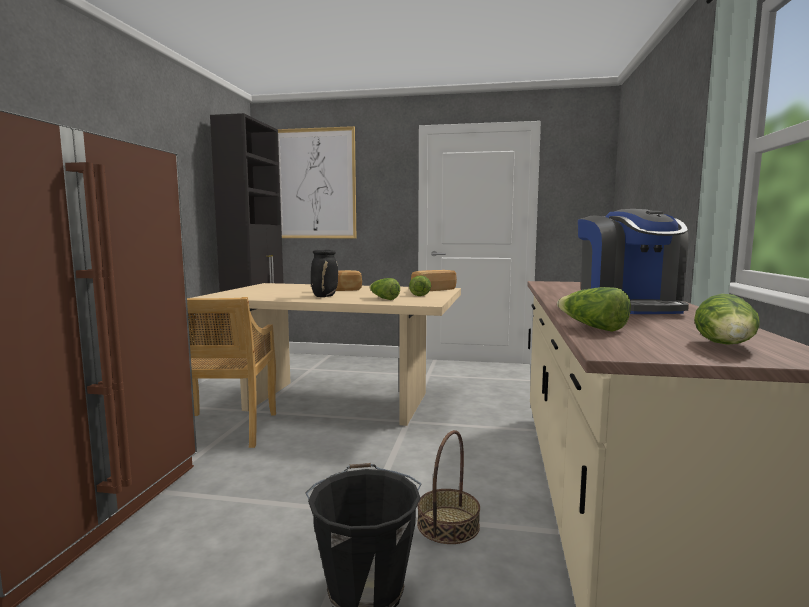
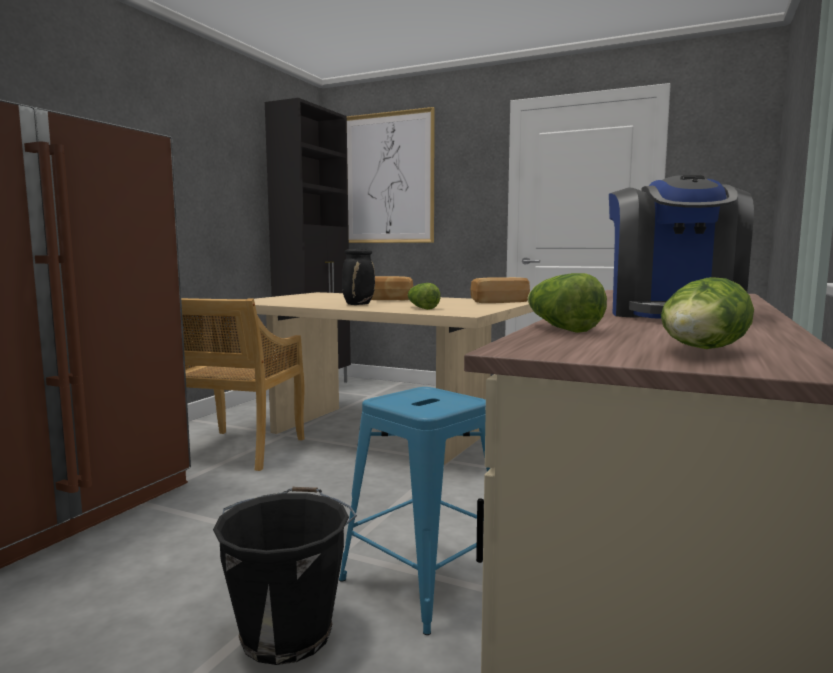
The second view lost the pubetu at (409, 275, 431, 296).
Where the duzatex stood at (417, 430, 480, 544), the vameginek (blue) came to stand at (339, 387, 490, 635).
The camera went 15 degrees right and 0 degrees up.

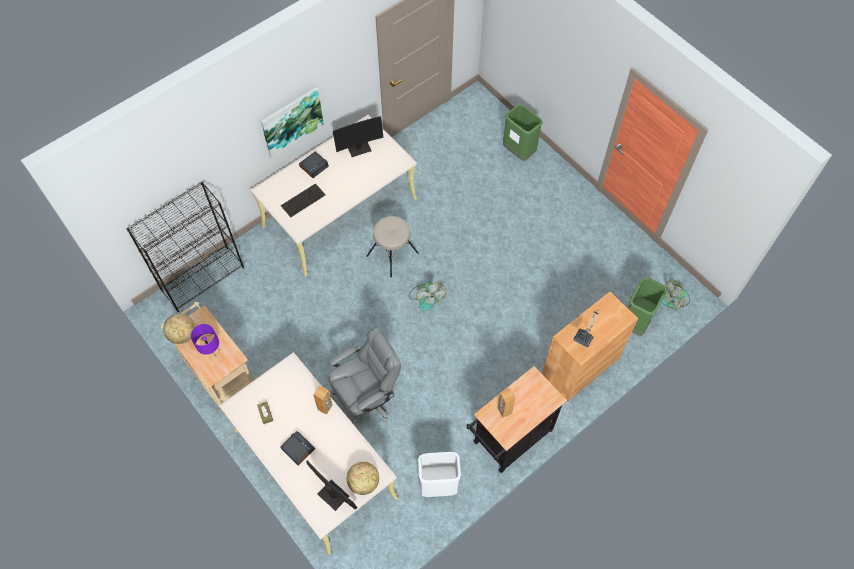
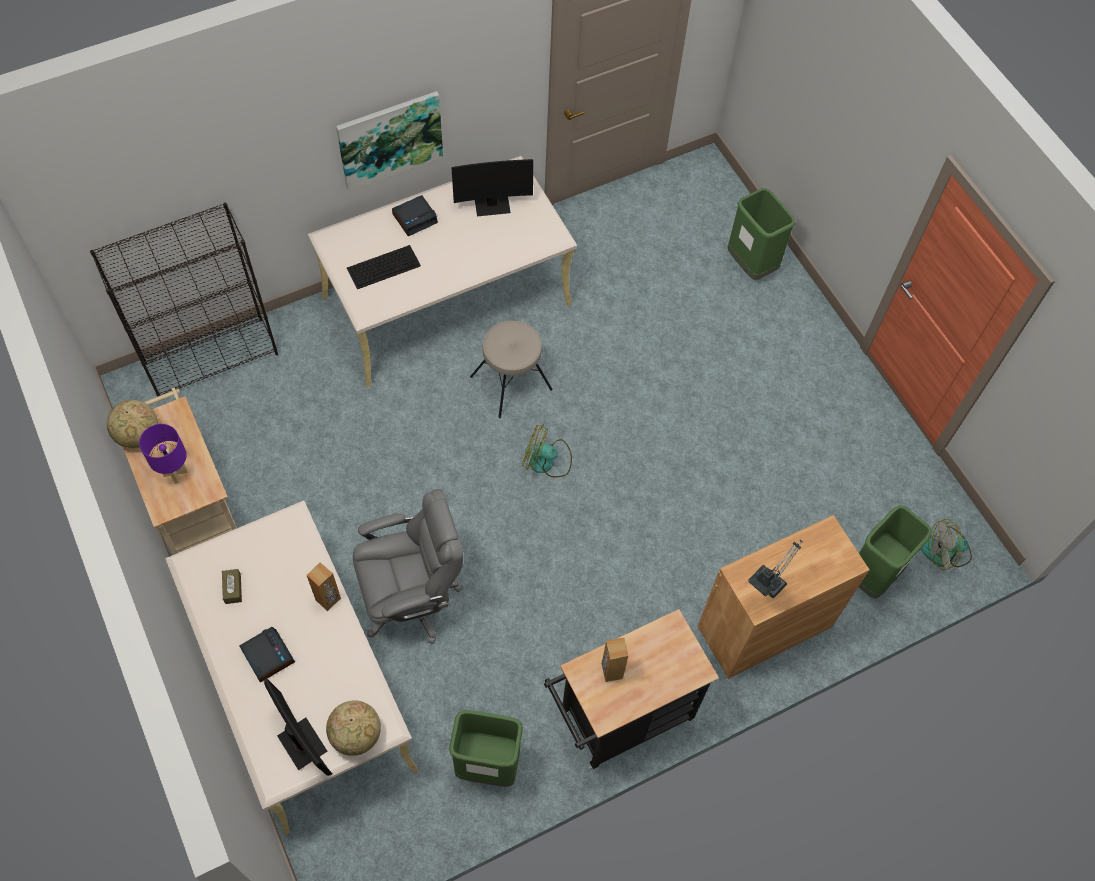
The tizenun at (409, 281, 446, 311) ended up facing another way, 105 degrees clockwise from before.
What was the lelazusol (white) at (418, 452, 461, 497) turned into the lelazusol (green) at (449, 710, 523, 787).
The camera went 10 degrees right and 0 degrees up.

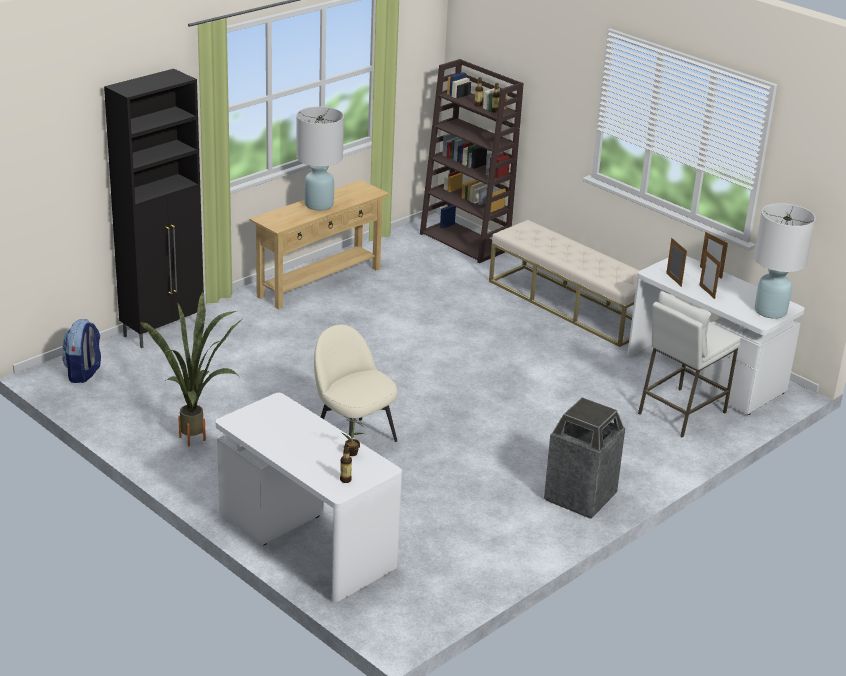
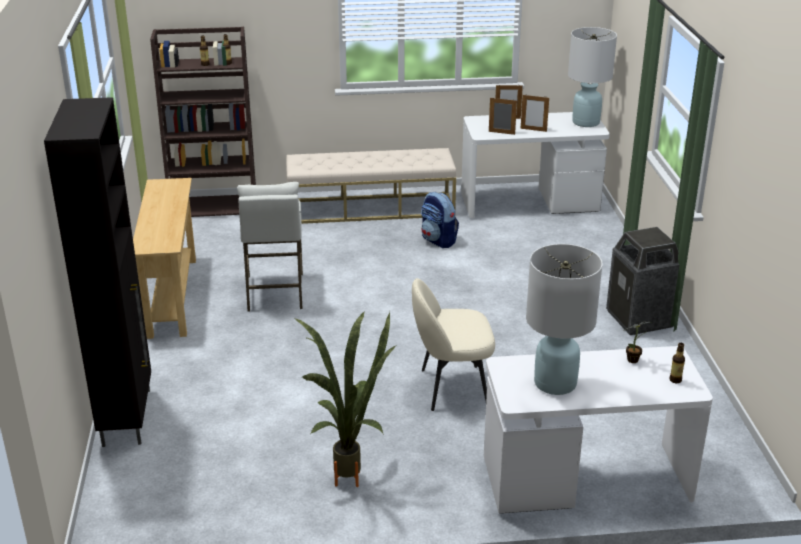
The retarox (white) ended up elsewhere, having gone from (296, 106, 344, 210) to (526, 244, 603, 395).
The vameginek (white) ended up elsewhere, having gone from (638, 291, 741, 437) to (237, 182, 303, 312).
The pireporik ended up elsewhere, having gone from (62, 319, 101, 383) to (421, 192, 459, 248).
The camera went 50 degrees left and 0 degrees up.

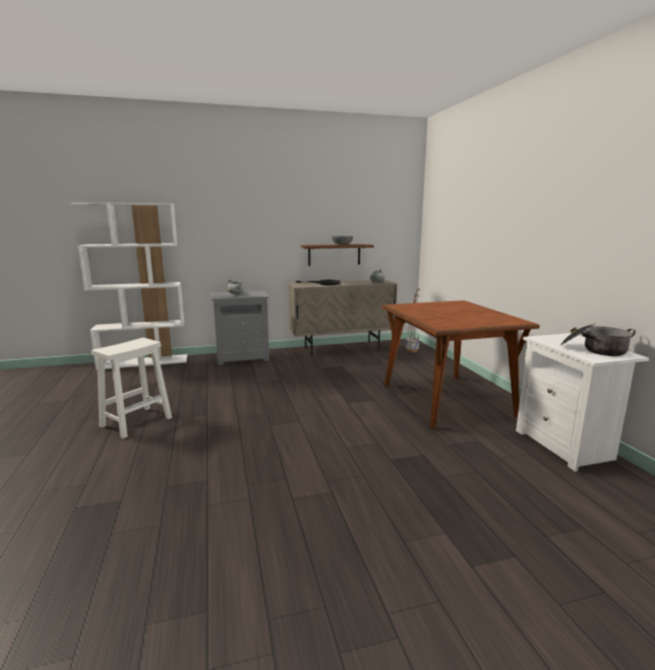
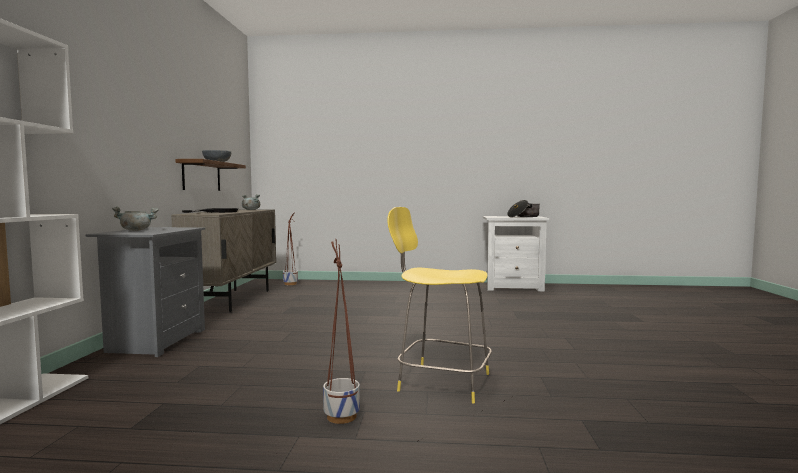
The second view lost the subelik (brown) at (382, 300, 540, 429).
Where the vameginek (white) stood at (91, 338, 172, 439), the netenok came to stand at (323, 239, 360, 424).
The second view gained the vameginek (yellow) at (387, 207, 492, 403).
The camera went 70 degrees left and 10 degrees down.

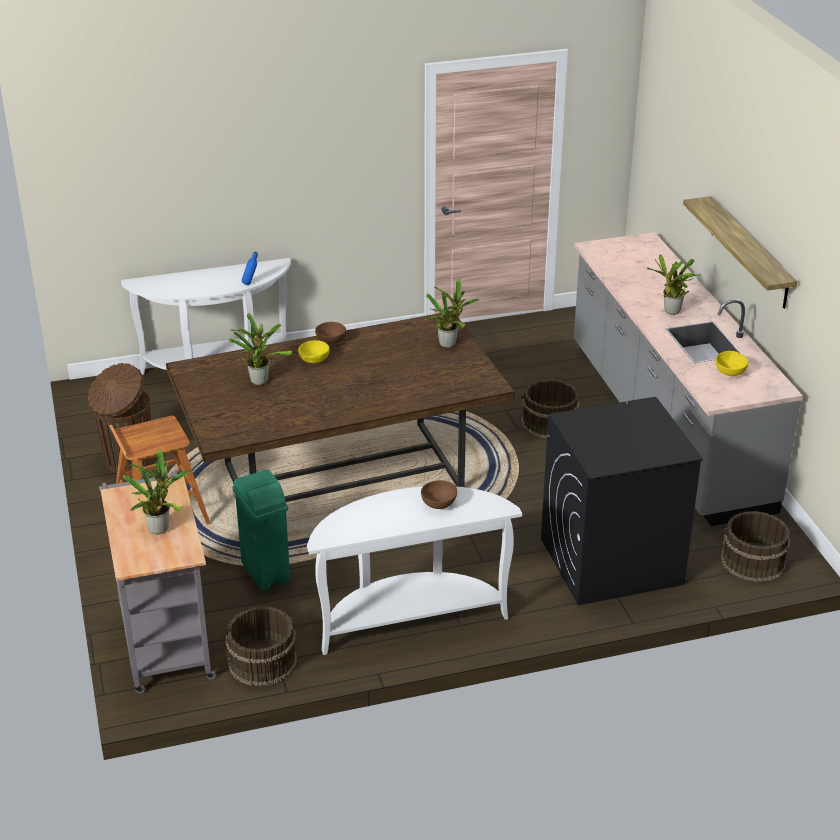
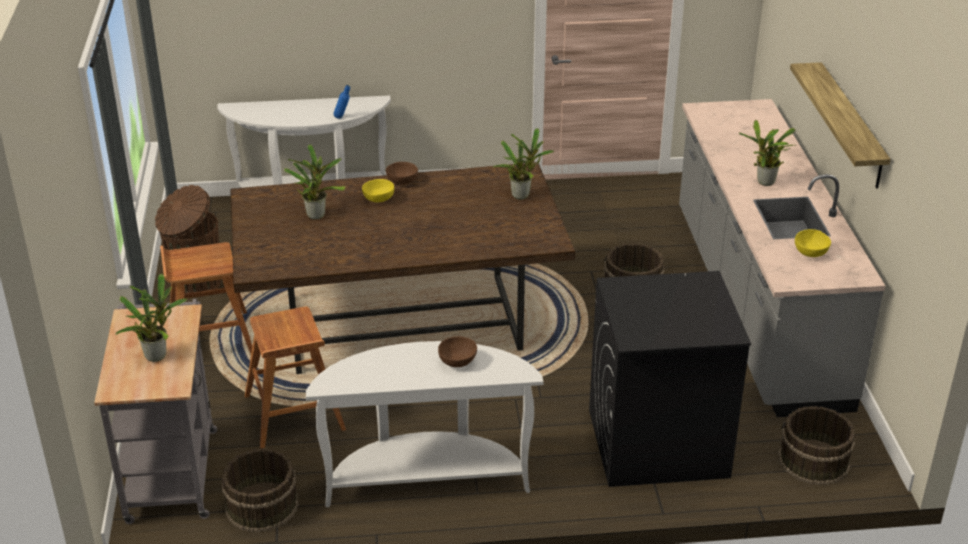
Where the lelazusol (green) stood at (232, 470, 290, 591), the vameginek (brown) came to stand at (245, 307, 346, 448).
The camera went 10 degrees right and 0 degrees up.

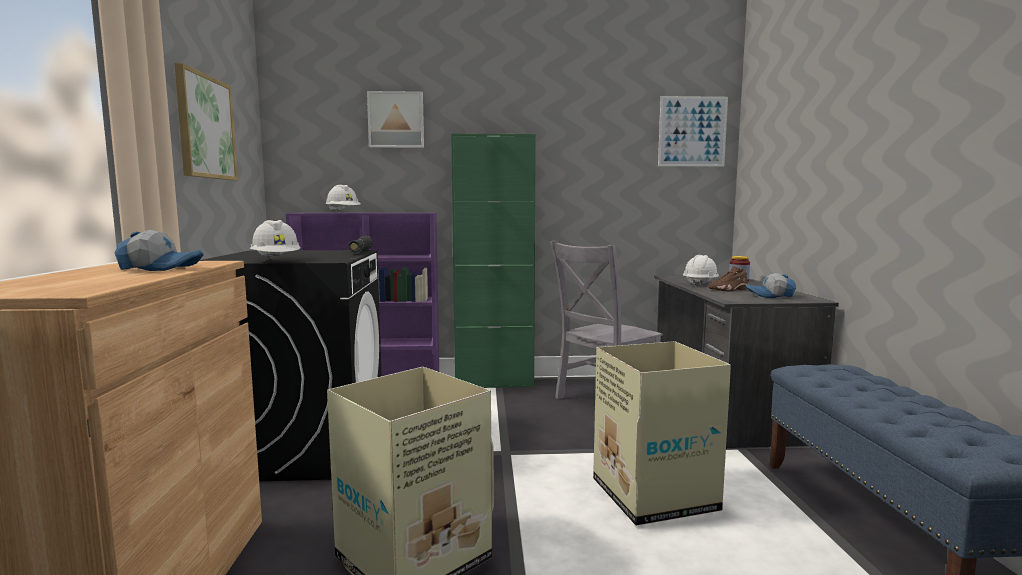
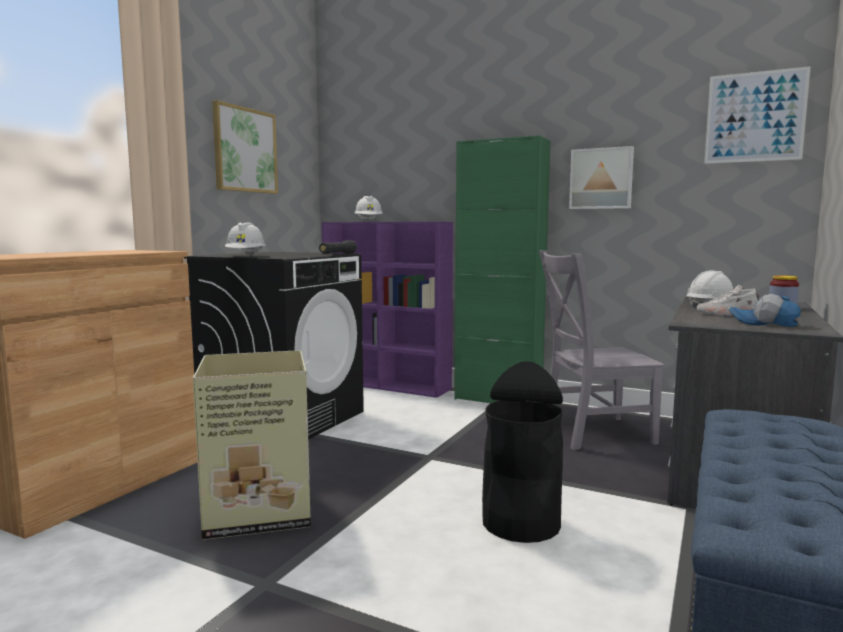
The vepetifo ended up elsewhere, having gone from (367, 91, 424, 148) to (569, 146, 634, 209).
The second view lost the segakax at (115, 230, 204, 271).
What was the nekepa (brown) at (708, 266, 748, 291) turned into the nekepa (white) at (697, 285, 759, 316).
Where the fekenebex stood at (593, 341, 731, 526), the lelazusol (black) came to stand at (482, 361, 563, 543).
The camera went 30 degrees right and 0 degrees up.

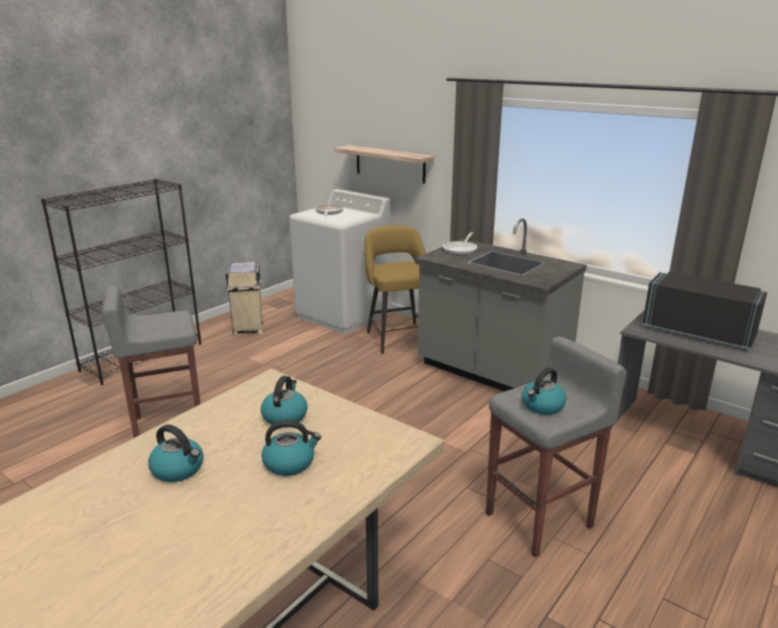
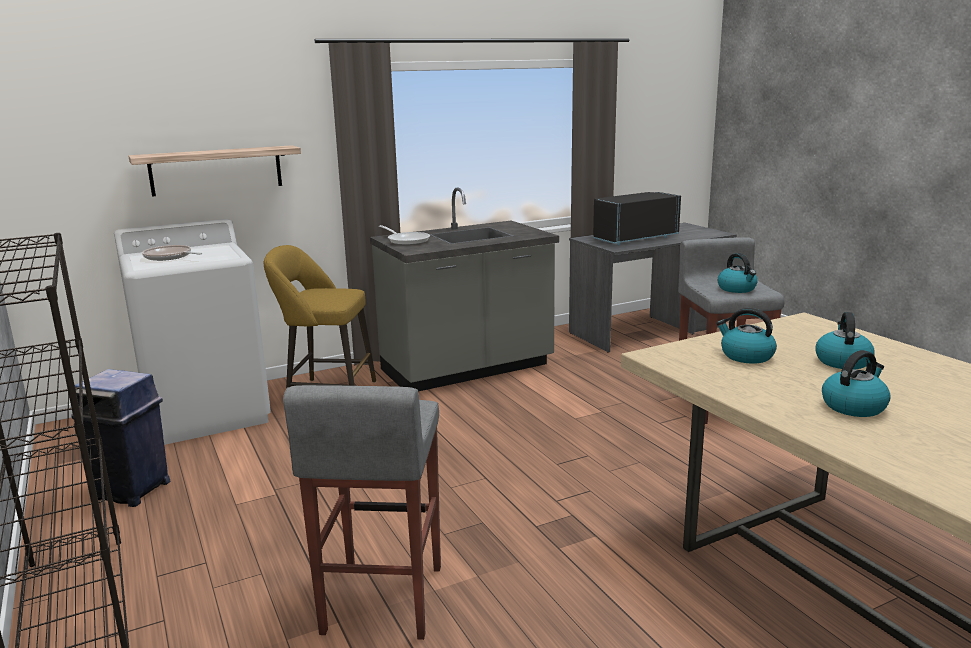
What was the lelazusol (beige) at (225, 262, 264, 336) turned into the lelazusol (blue) at (71, 369, 170, 507).
The camera went 65 degrees left and 5 degrees down.

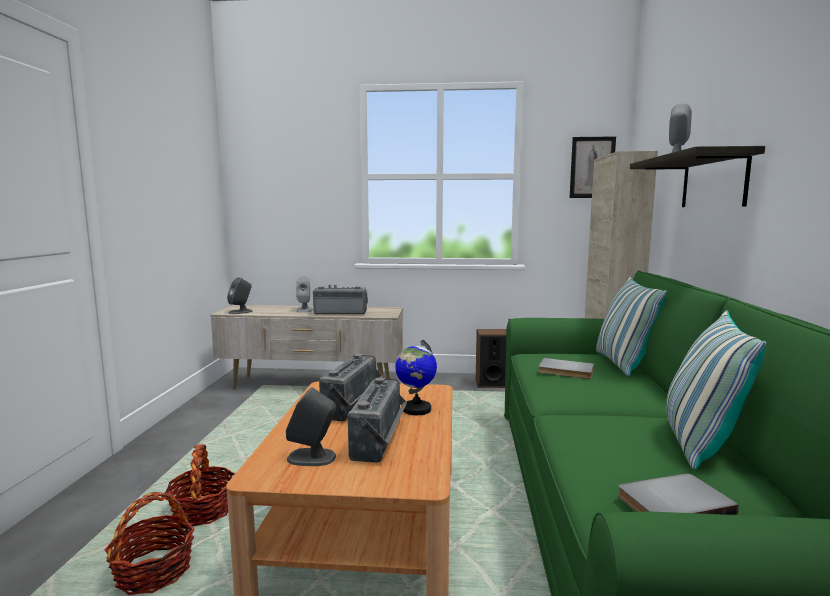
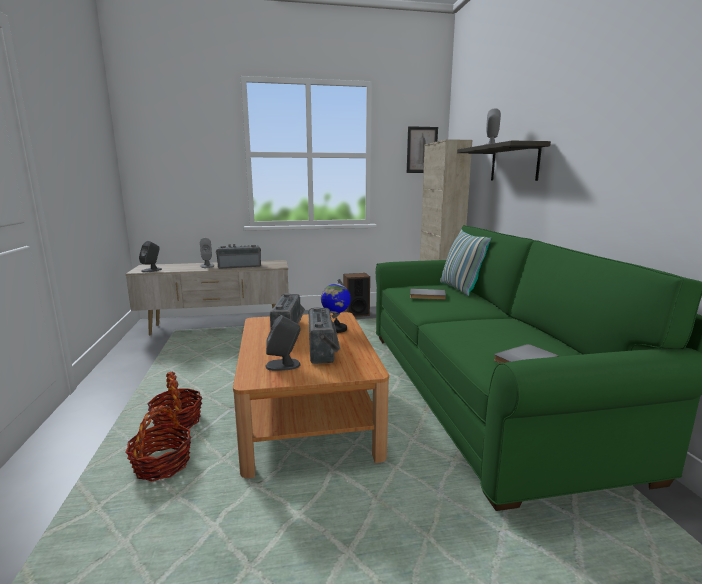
The second view lost the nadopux at (666, 310, 766, 470).
The camera went 15 degrees left and 5 degrees up.

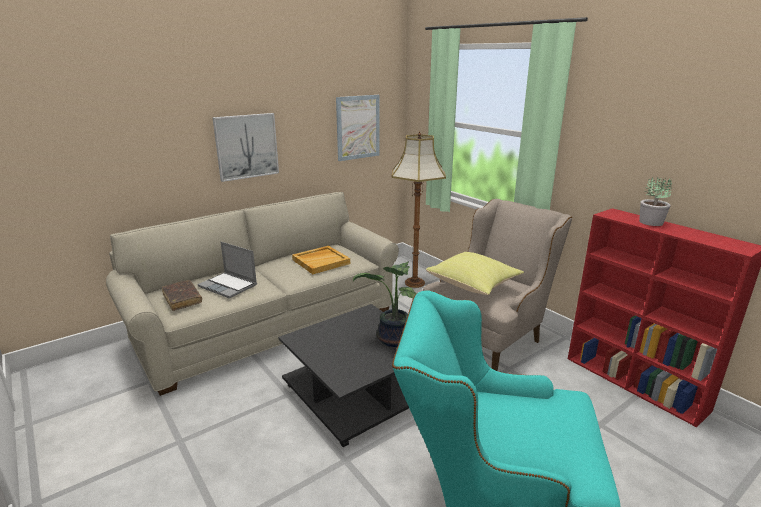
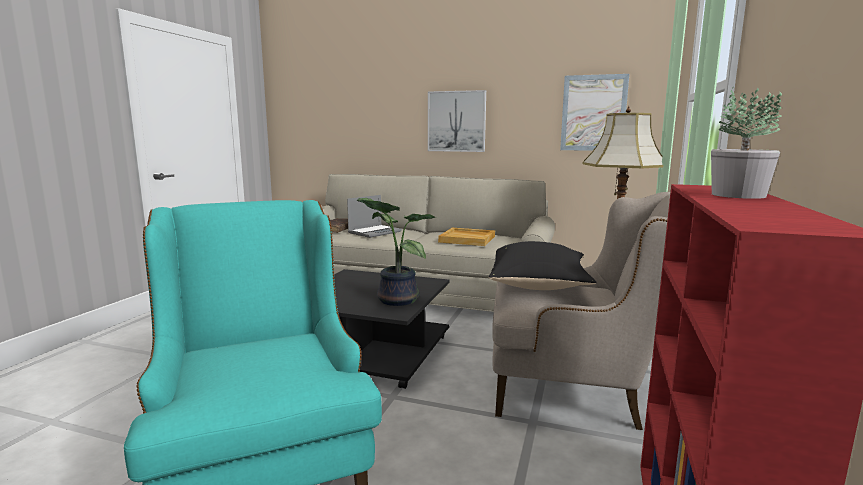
The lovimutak at (197, 242, 257, 299) ended up facing another way, 135 degrees counterclockwise from before.
What was the nadopux (yellow) at (426, 252, 524, 295) turned into the nadopux (black) at (489, 241, 596, 290).
The camera went 55 degrees right and 10 degrees down.

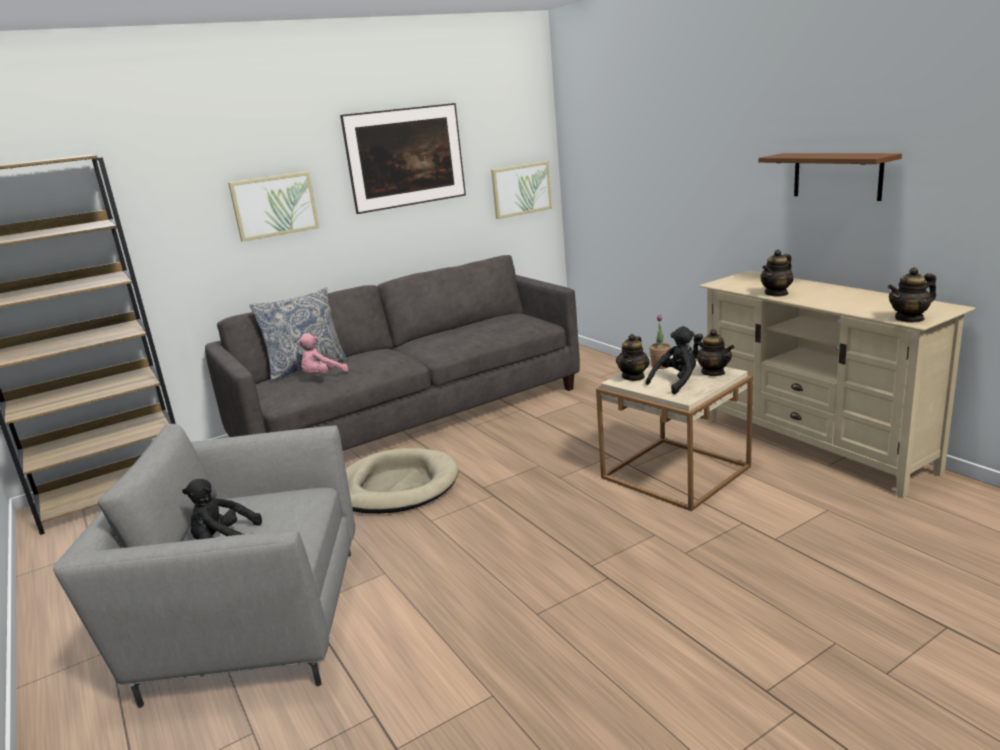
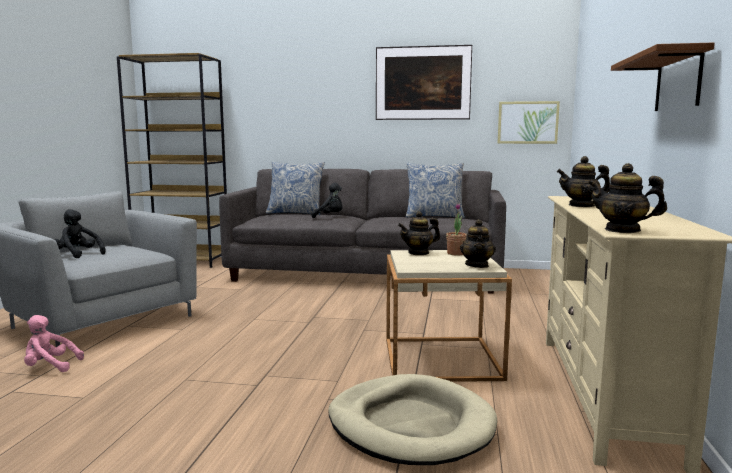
The second view lost the vepetifo at (228, 172, 319, 242).
The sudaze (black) ended up elsewhere, having gone from (646, 326, 696, 394) to (311, 183, 343, 218).
The sudaze (pink) ended up elsewhere, having gone from (297, 333, 348, 374) to (24, 315, 84, 372).
The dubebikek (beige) ended up elsewhere, having gone from (346, 448, 458, 514) to (328, 374, 497, 465).
The second view gained the nadopux at (406, 163, 465, 218).
The camera went 40 degrees right and 10 degrees down.

